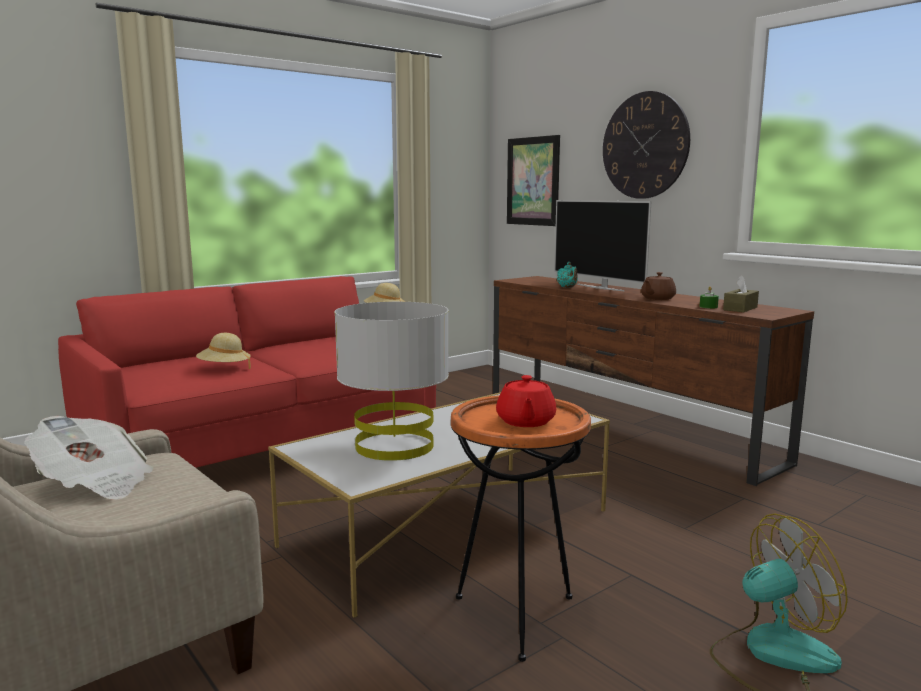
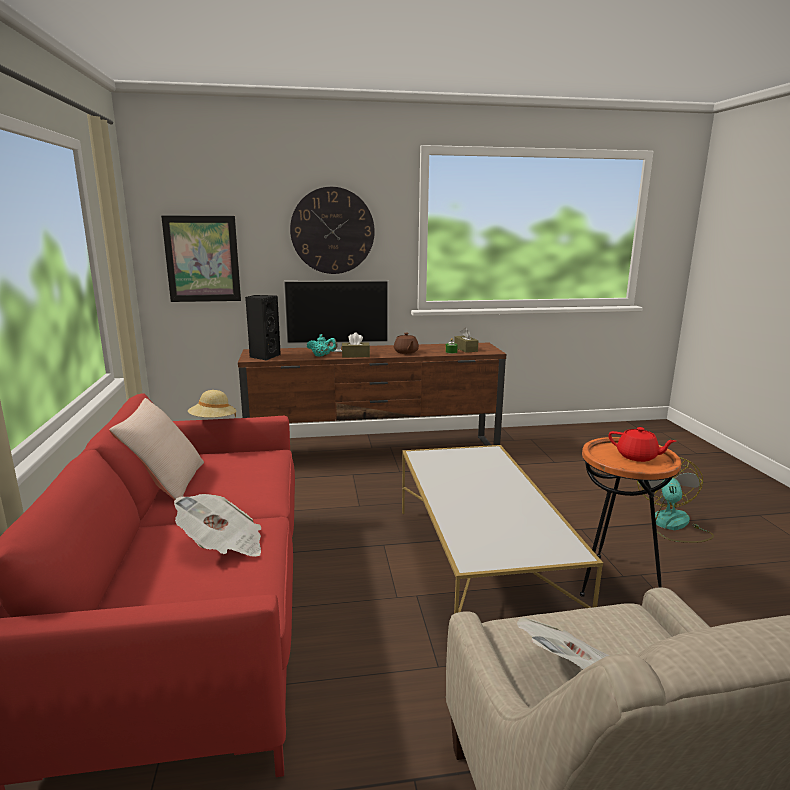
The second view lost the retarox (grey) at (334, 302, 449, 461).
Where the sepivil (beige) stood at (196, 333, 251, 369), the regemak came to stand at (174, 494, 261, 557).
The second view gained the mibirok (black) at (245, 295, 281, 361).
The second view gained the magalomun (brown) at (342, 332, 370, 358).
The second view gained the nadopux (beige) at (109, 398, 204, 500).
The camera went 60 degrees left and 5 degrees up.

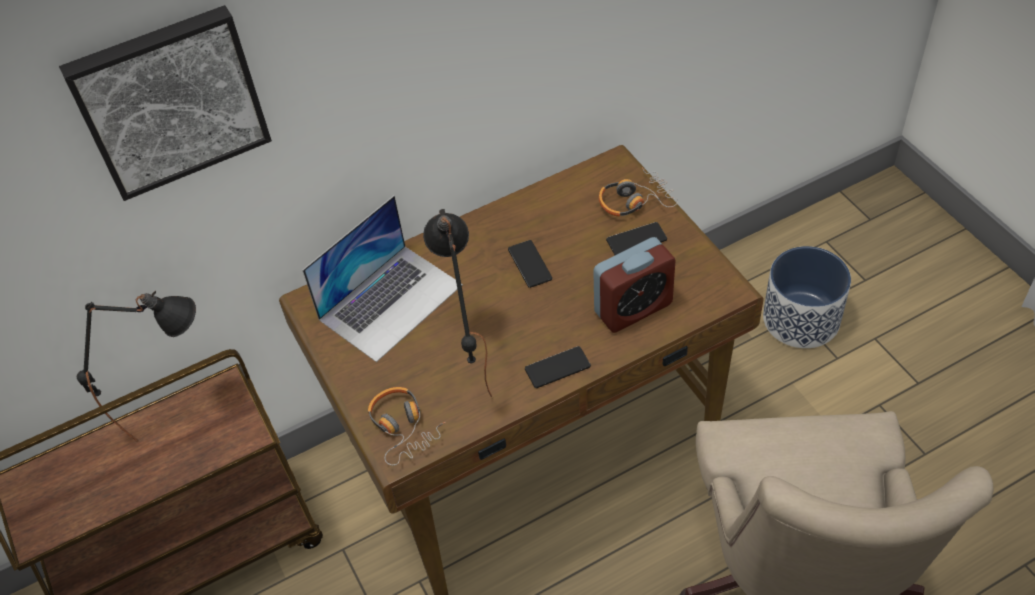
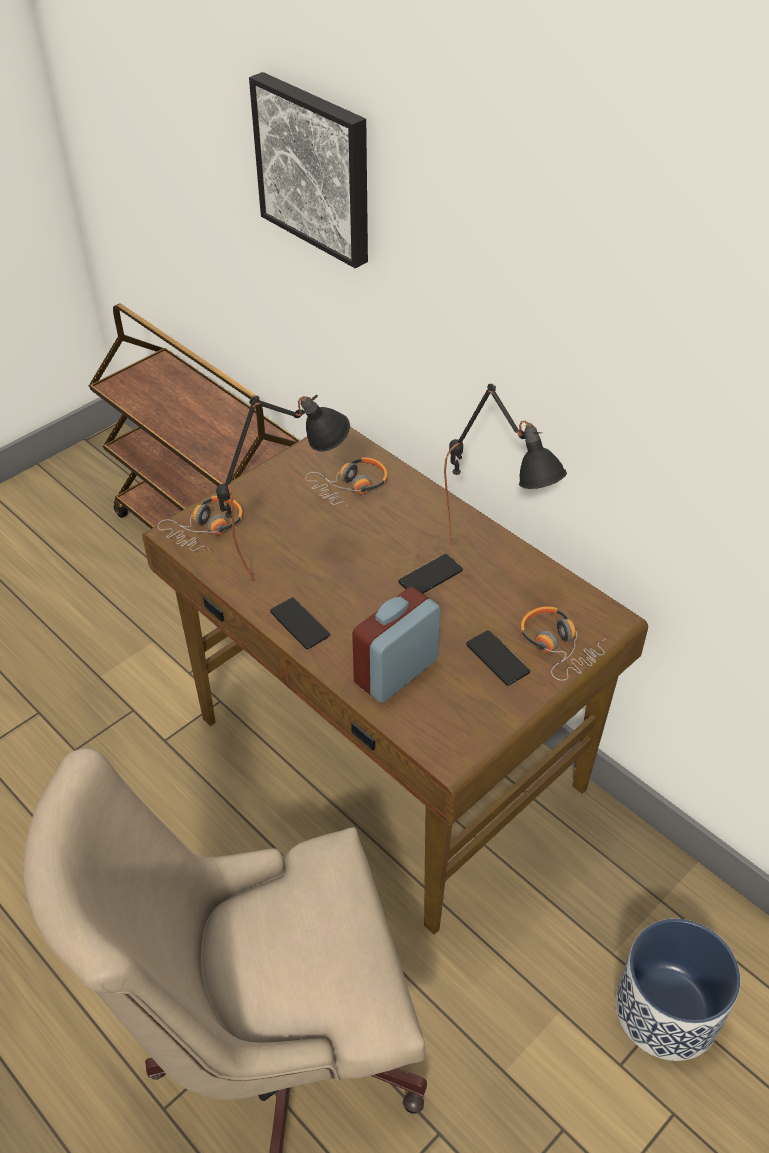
Where the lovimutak stood at (303, 196, 463, 362), the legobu came to stand at (305, 457, 388, 508).
The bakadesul at (593, 237, 675, 333) ended up facing another way, 90 degrees clockwise from before.
The retarox (black) ended up elsewhere, having gone from (77, 291, 196, 442) to (444, 384, 567, 546).
The camera went 70 degrees right and 5 degrees down.

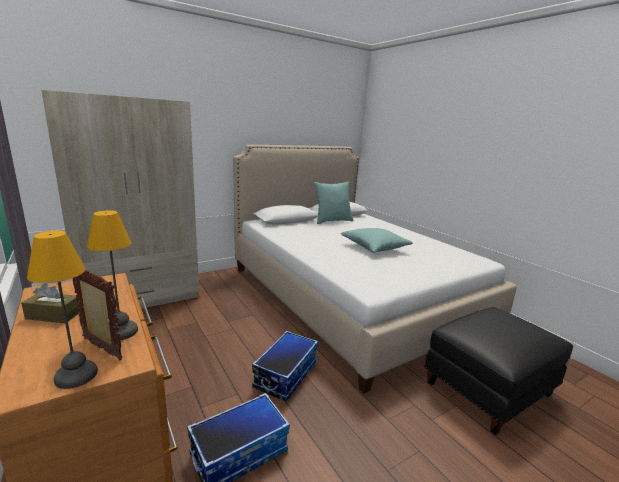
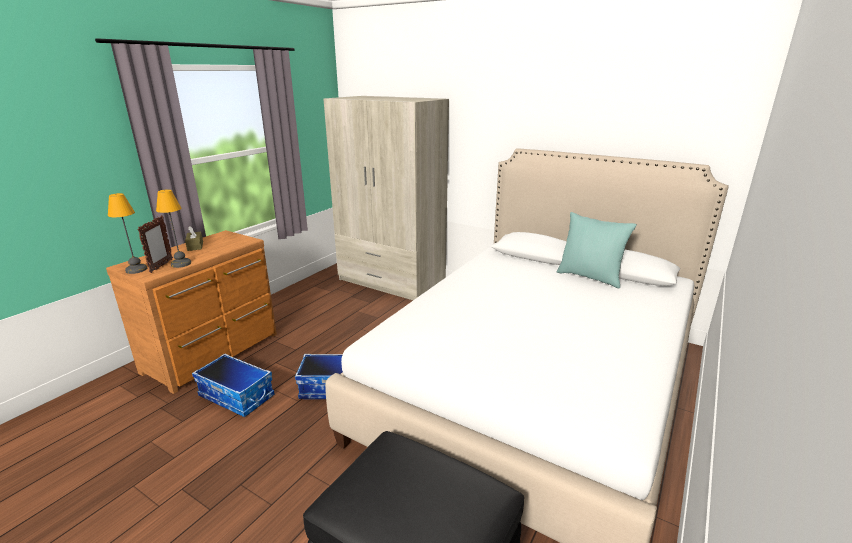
The second view lost the nadopux (turquoise) at (340, 228, 413, 253).
The camera went 65 degrees right and 5 degrees up.

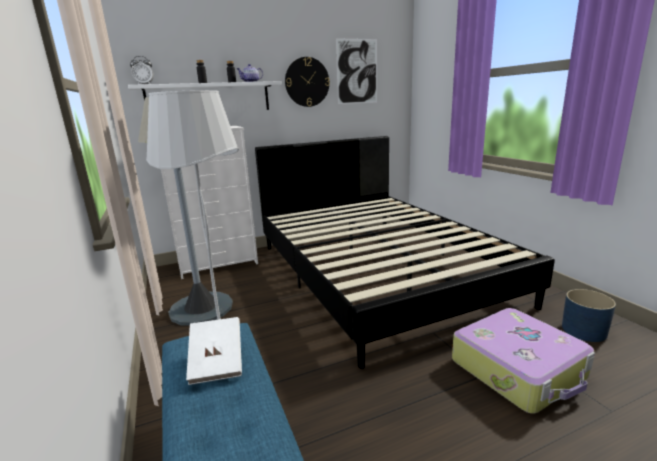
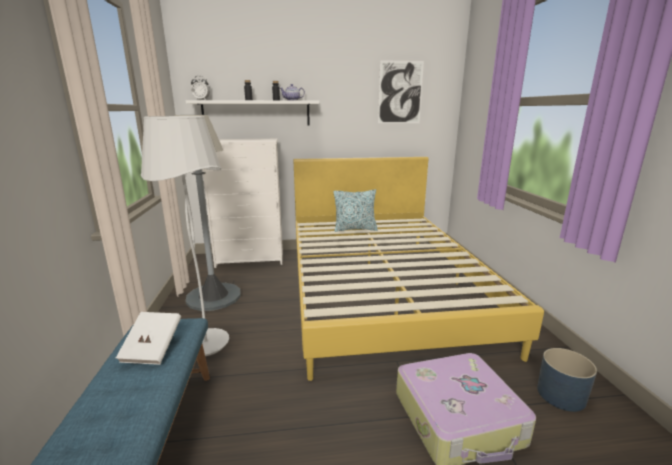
The second view lost the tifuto at (285, 57, 330, 107).
What was the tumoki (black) at (255, 136, 555, 369) turned into the tumoki (yellow) at (293, 157, 544, 381).
The second view gained the nadopux at (333, 189, 378, 232).
The camera went 15 degrees right and 0 degrees up.

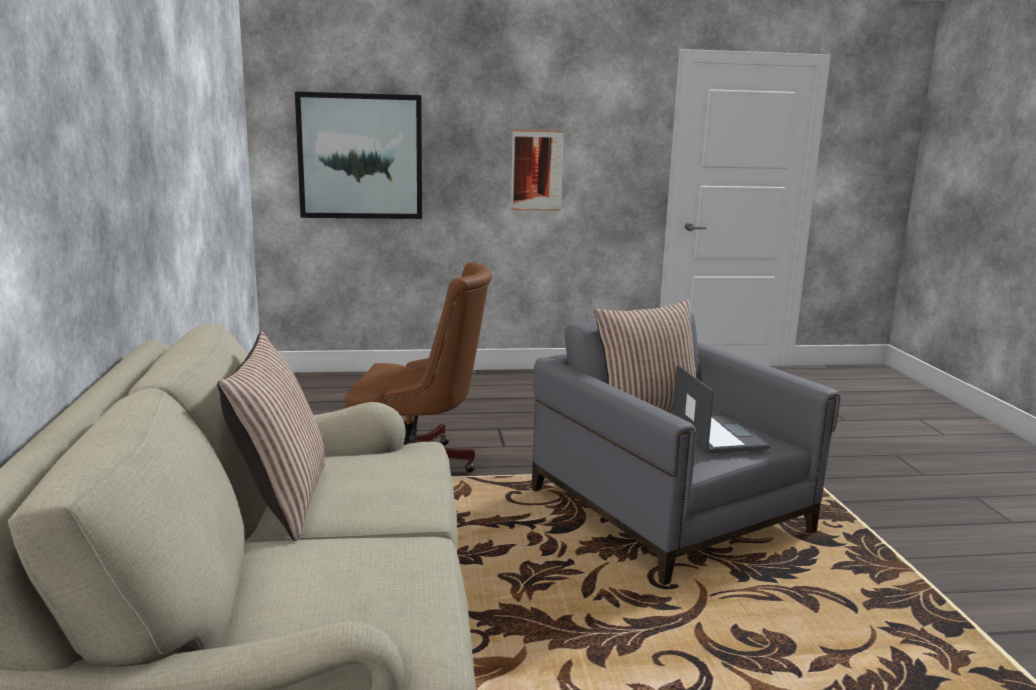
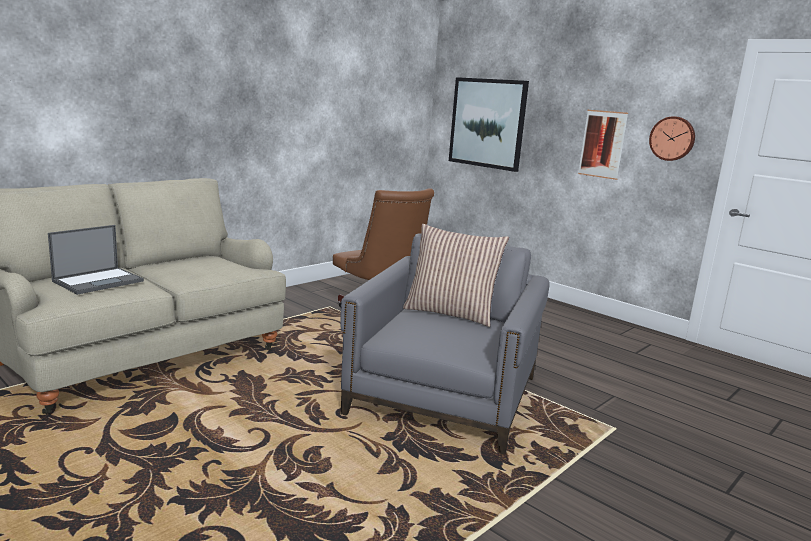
The second view lost the nadopux at (217, 332, 325, 541).
The lovimutak ended up elsewhere, having gone from (673, 364, 770, 454) to (48, 225, 144, 295).
The second view gained the tifuto at (649, 116, 695, 161).
The camera went 50 degrees right and 0 degrees up.

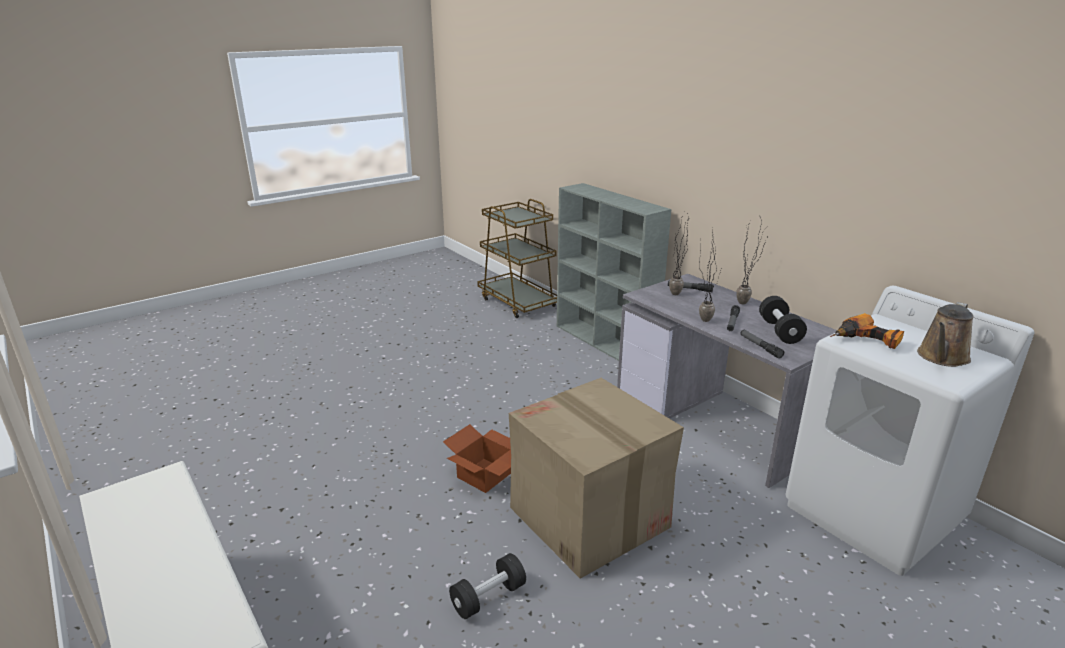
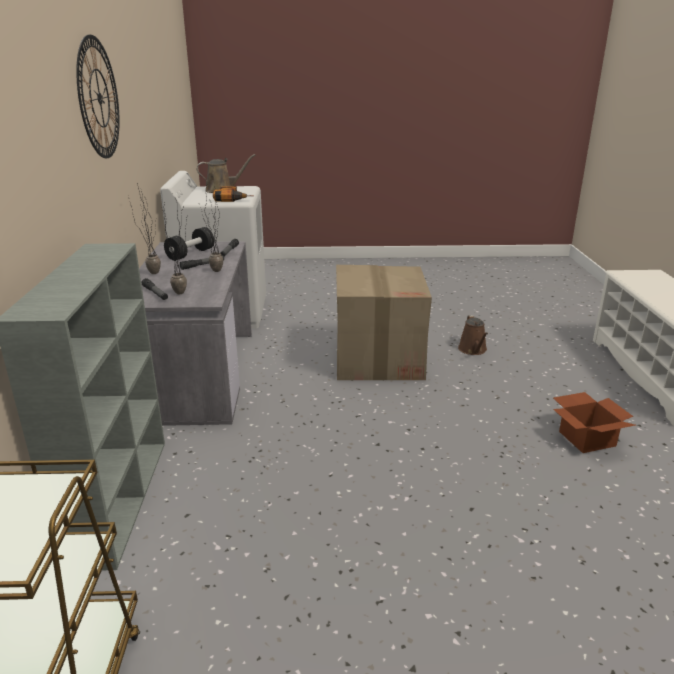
The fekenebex ended up elsewhere, having gone from (443, 424, 511, 493) to (553, 392, 635, 453).
Where the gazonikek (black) stood at (449, 553, 526, 619), the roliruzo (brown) came to stand at (458, 315, 488, 355).
The second view gained the tifuto at (76, 35, 120, 158).
The camera went 145 degrees left and 0 degrees up.

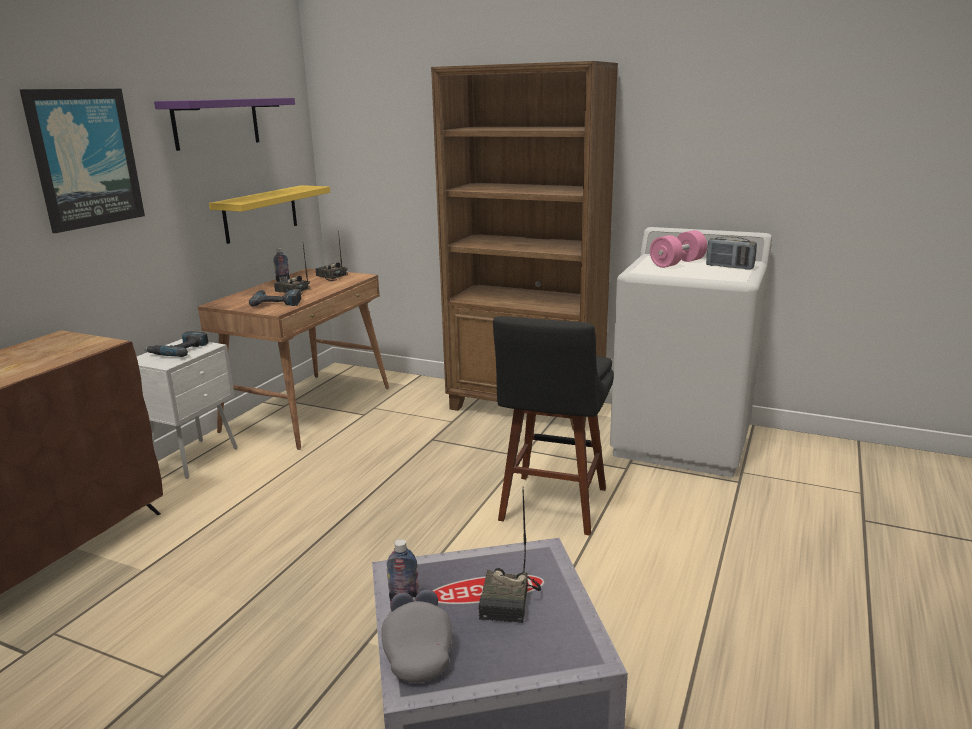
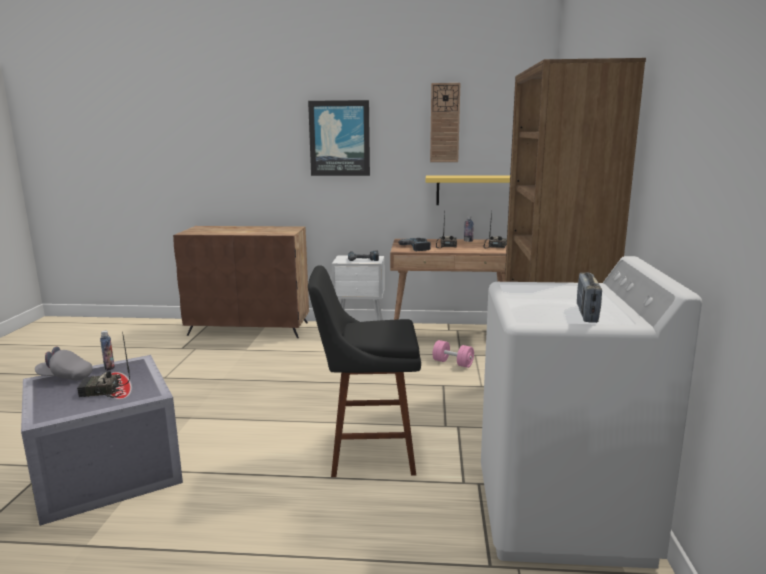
Where the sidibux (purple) hung at (154, 98, 295, 151), the tifuto came to hang at (430, 83, 460, 162).
The gazonikek (pink) ended up elsewhere, having gone from (650, 230, 707, 268) to (433, 340, 474, 368).
The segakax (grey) at (382, 590, 452, 683) ended up facing another way, 150 degrees counterclockwise from before.
The camera went 70 degrees right and 5 degrees down.

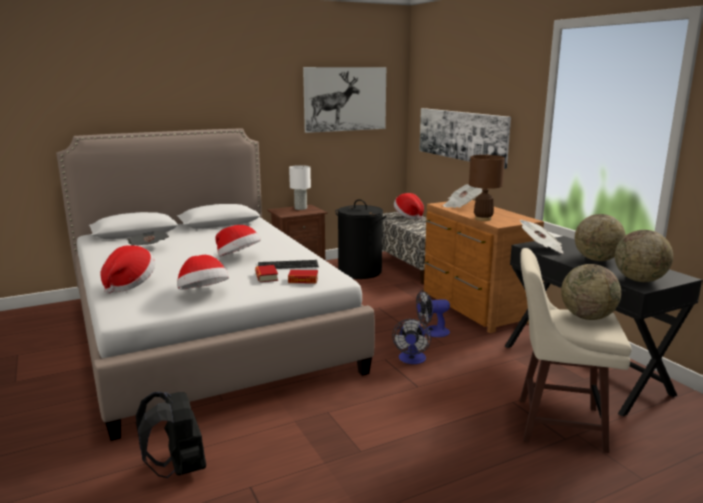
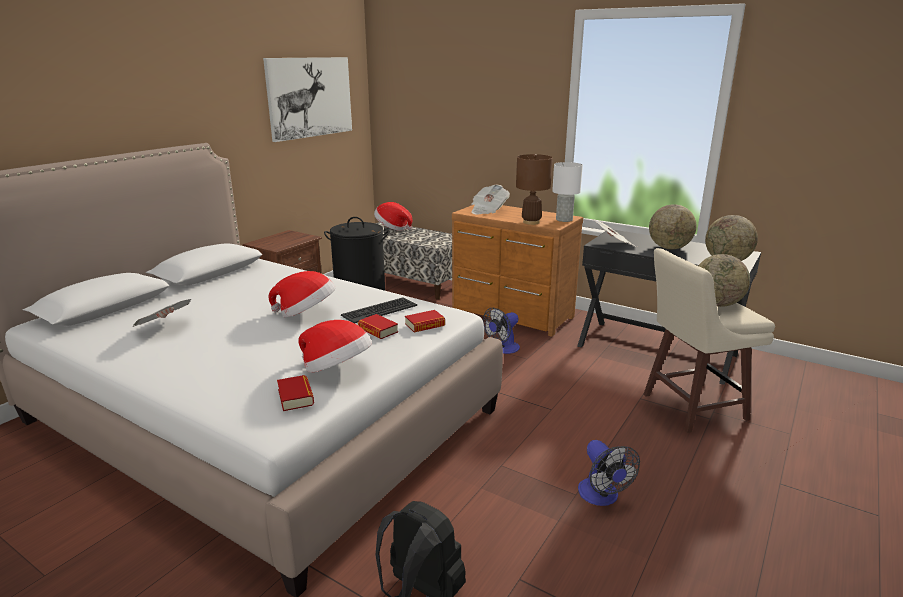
The second view lost the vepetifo at (419, 108, 511, 169).
The retarox (white) ended up elsewhere, having gone from (289, 165, 311, 210) to (552, 162, 583, 222).
The second view lost the sepivil at (100, 245, 155, 294).
The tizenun ended up elsewhere, having gone from (392, 319, 431, 364) to (578, 440, 640, 506).
The second view gained the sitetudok at (277, 375, 314, 411).
The camera went 30 degrees left and 5 degrees up.

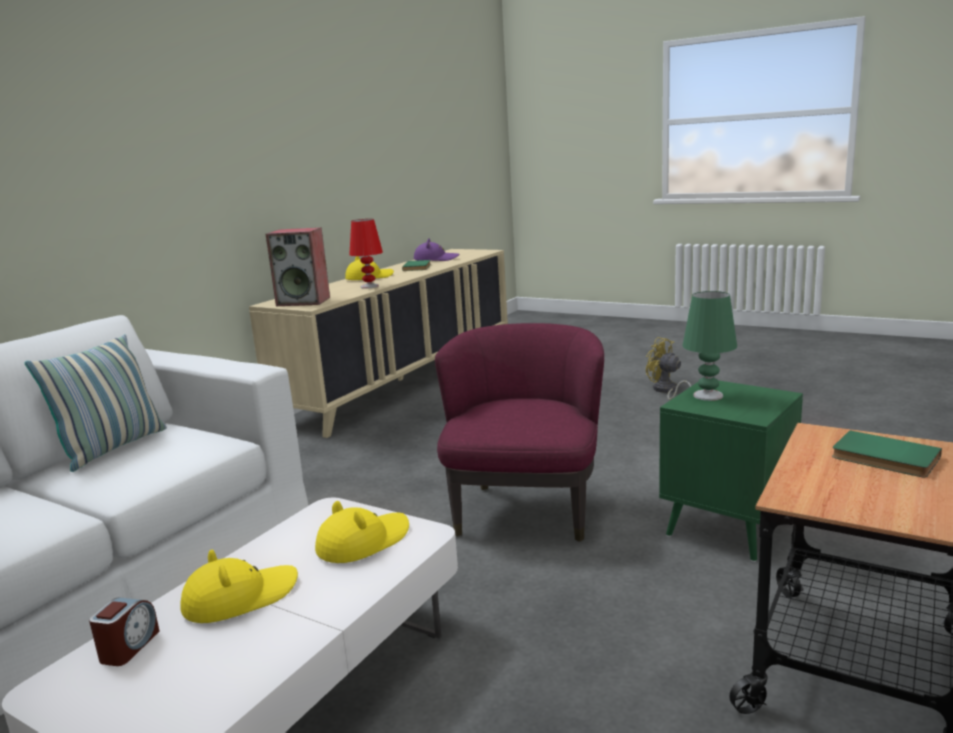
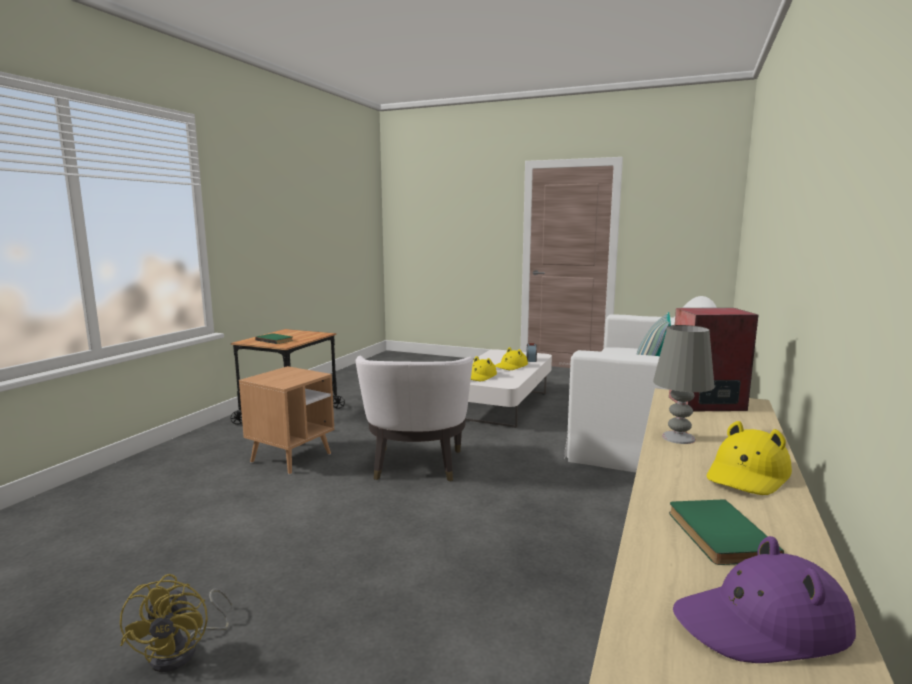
What was the retarox (red) at (349, 219, 383, 289) turned into the retarox (grey) at (653, 325, 715, 444).
The second view lost the retarox (green) at (682, 291, 737, 401).
What was the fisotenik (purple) at (435, 323, 604, 542) turned into the fisotenik (white) at (356, 356, 473, 481).
The tizenun (yellow) at (646, 337, 691, 400) ended up facing another way, 45 degrees clockwise from before.
What was the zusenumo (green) at (659, 380, 803, 562) turned into the zusenumo (brown) at (239, 366, 334, 475).
The camera went 170 degrees right and 5 degrees down.

